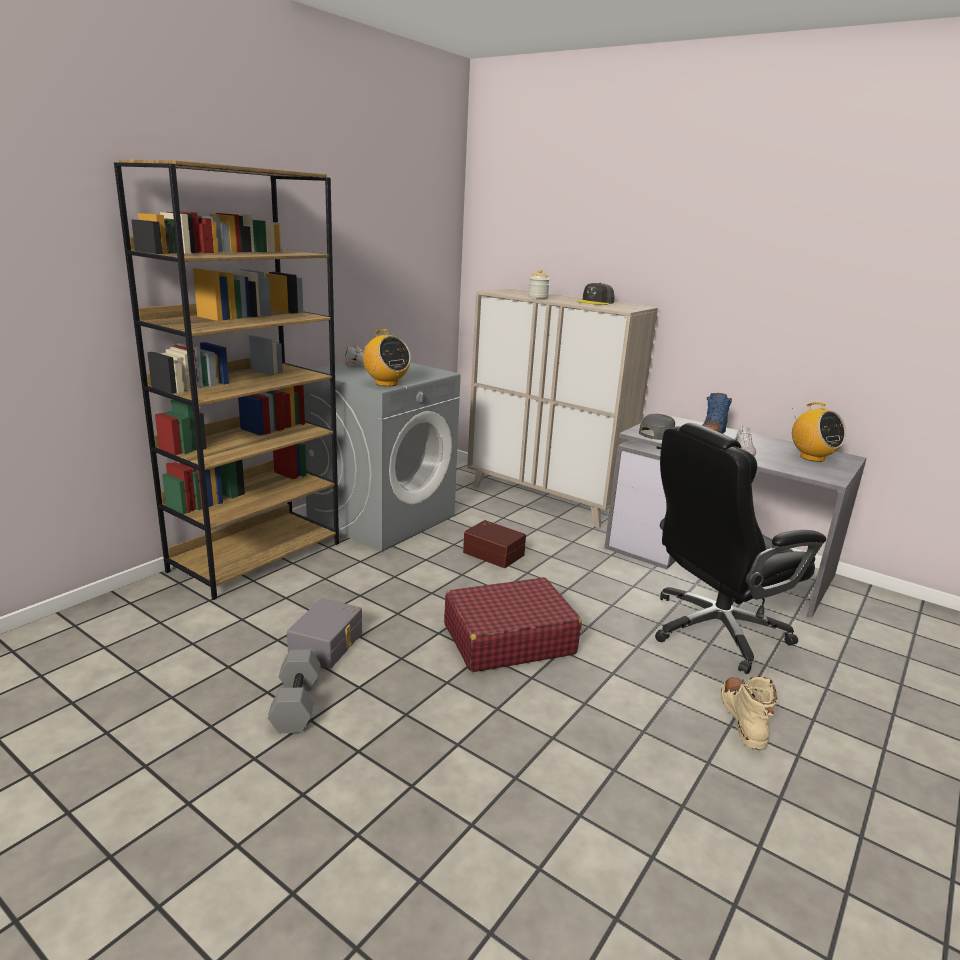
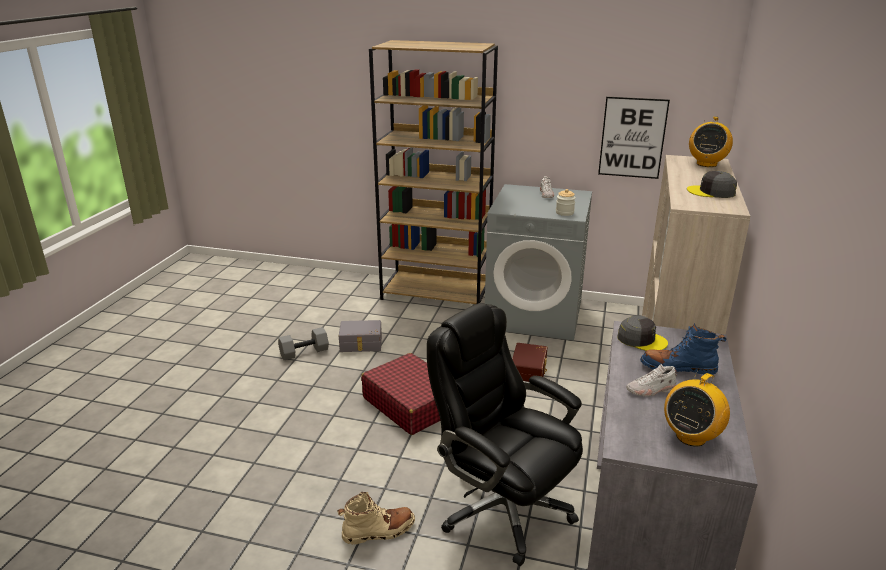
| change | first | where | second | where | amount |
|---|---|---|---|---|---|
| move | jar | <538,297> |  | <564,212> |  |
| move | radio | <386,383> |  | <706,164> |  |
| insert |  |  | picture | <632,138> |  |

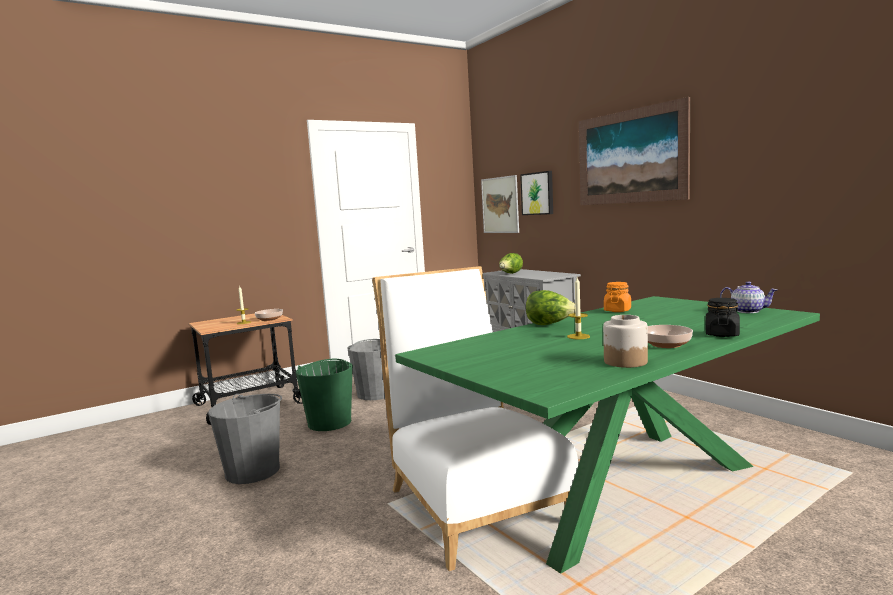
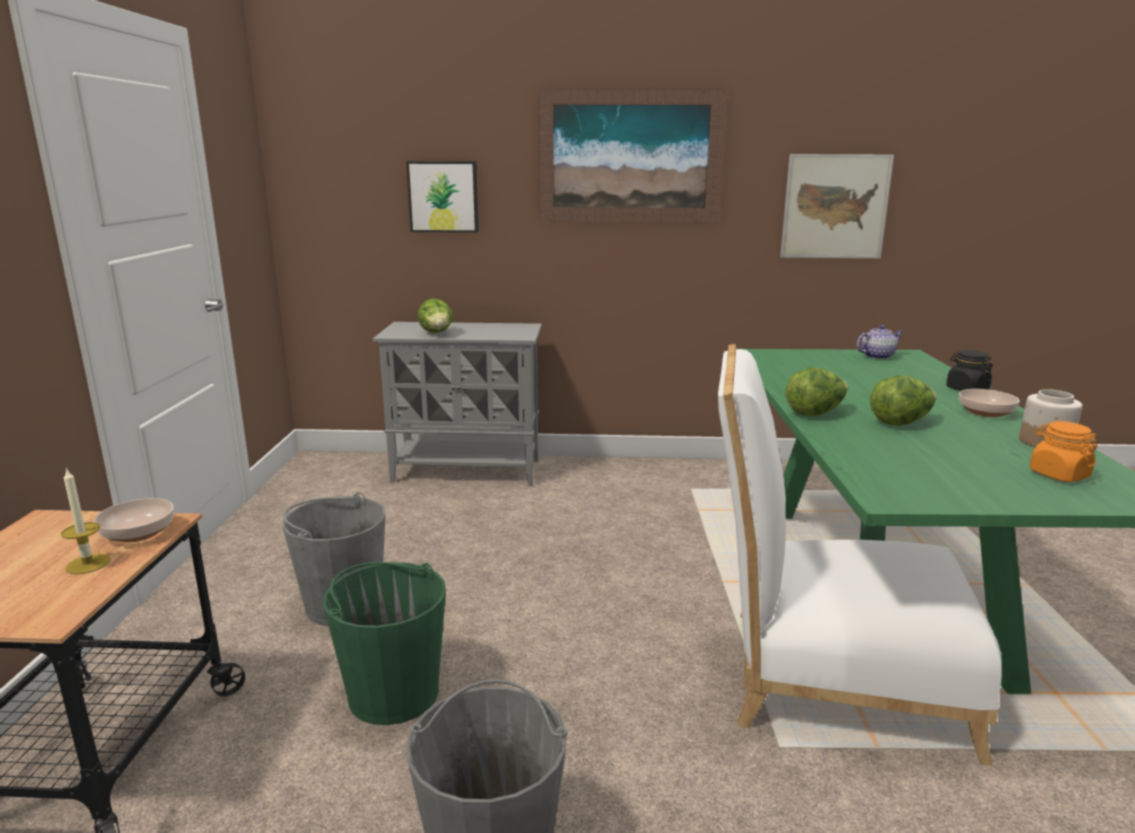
| change | first | where | second | where | amount |
|---|---|---|---|---|---|
| move | picture | <500,205> |  | <835,207> |  |
| replace | candle | <578,336> | lettuce | <900,422> |  |
| move | jar in orange | <617,310> |  | <1058,474> |  |

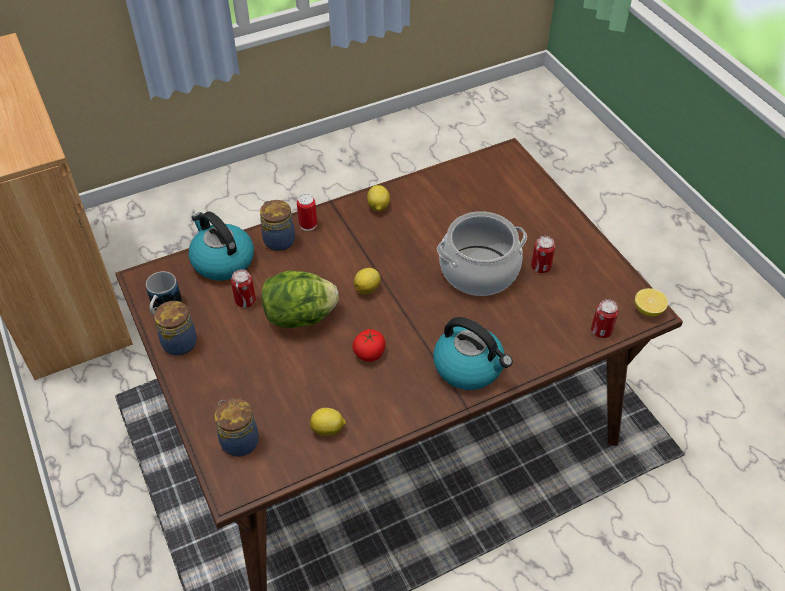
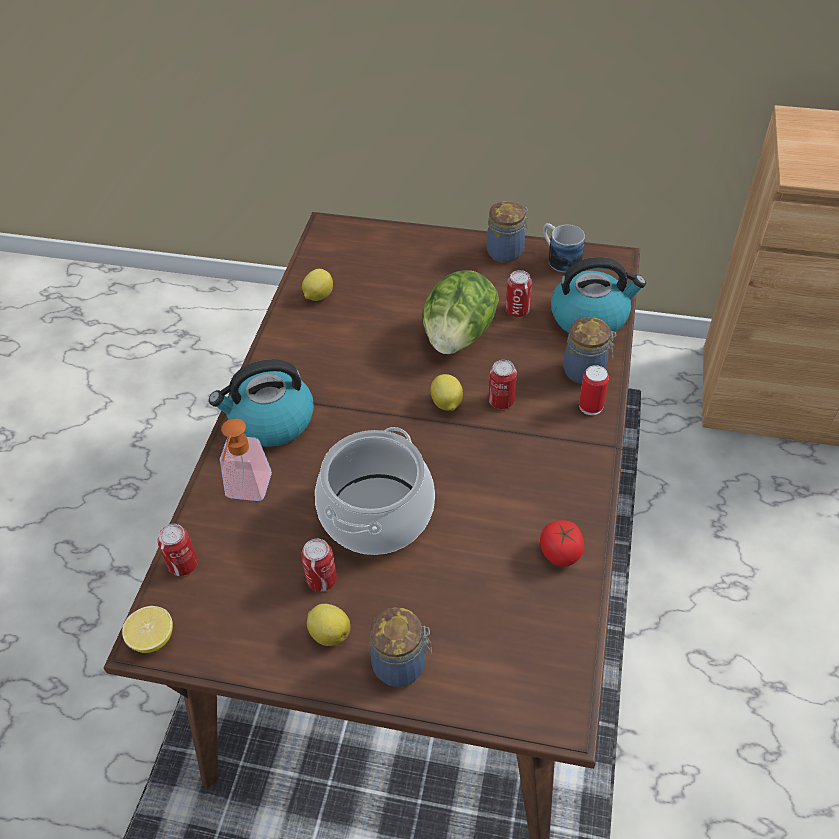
| change | first | where | second | where | amount |
|---|---|---|---|---|---|
| move | lemon | <378,207> |  | <329,633> |  |
| move | tomato | <369,353> |  | <560,553> |  |
| move | jar | <239,440> |  | <402,664> |  |
| insert |  |  | can | <501,401> |  |
| insert |  |  | soap dispenser | <246,492> |  |

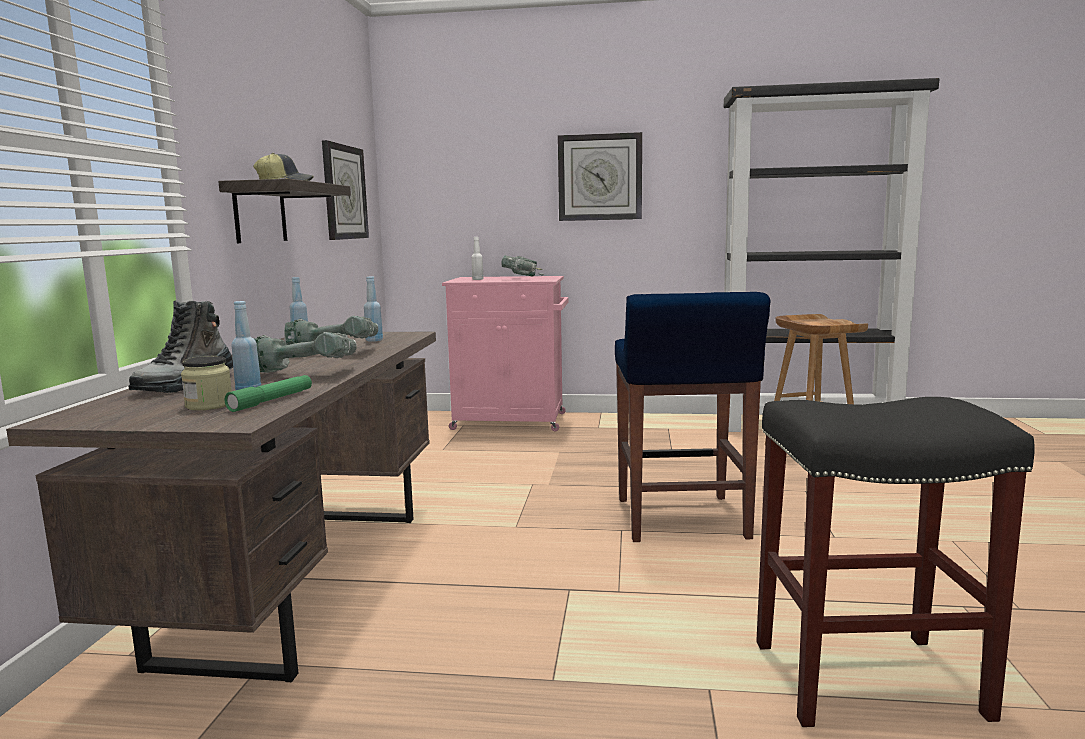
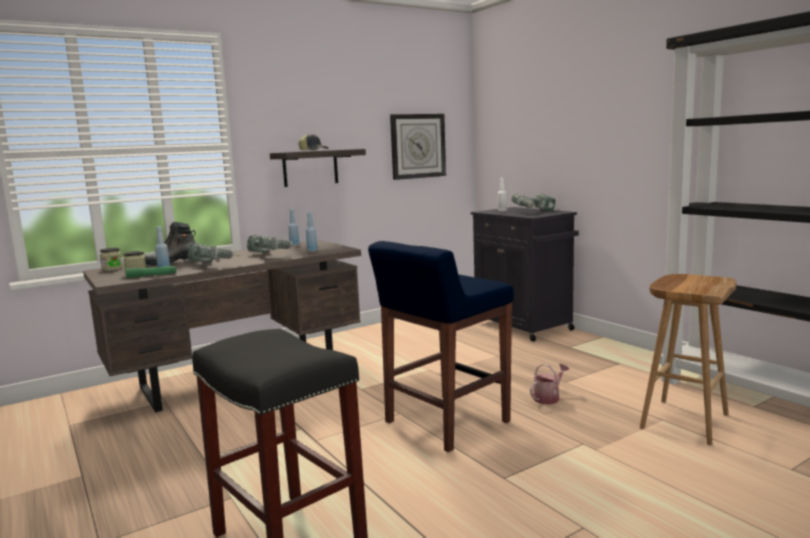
| change | first | where | second | where | amount |
|---|---|---|---|---|---|
| delete | wall clock | <600,177> |  |  |  |
| recolor | cabinet in pink | <512,421> | cabinet in black | <524,326> |  |
| insert |  |  | jar | <112,269> |  |
| insert |  |  | watering can | <548,398> |  |

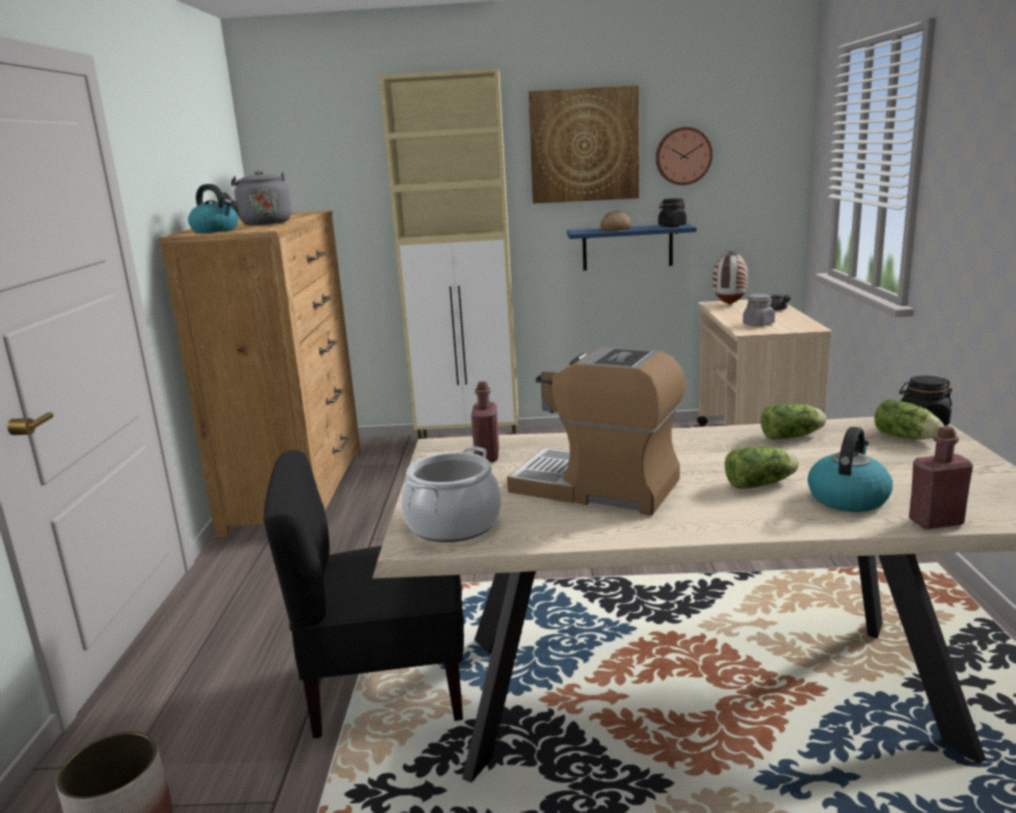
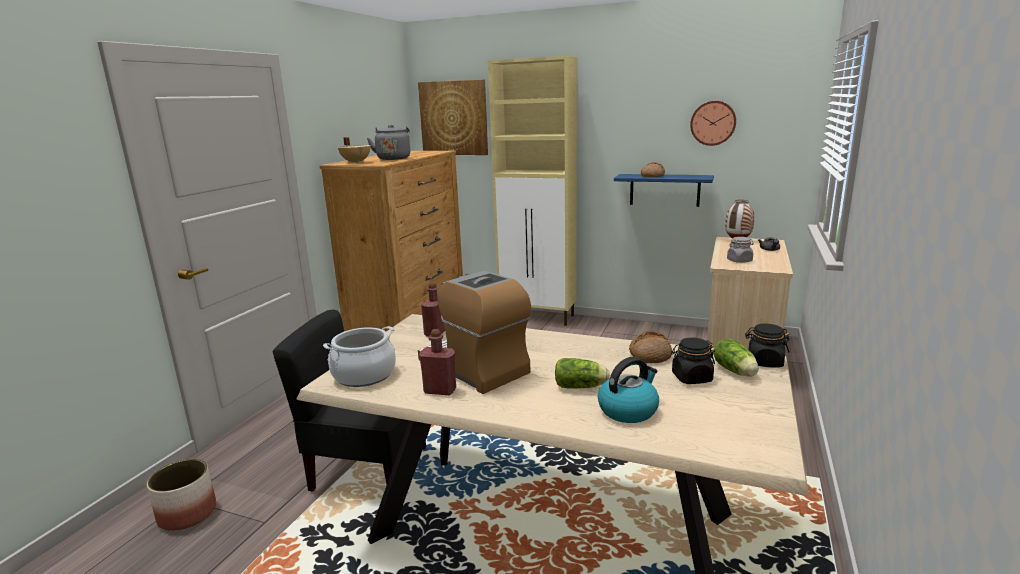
| change | first | where | second | where | amount |
|---|---|---|---|---|---|
| move | picture | <584,145> |  | <454,118> |  |
| replace | kettle | <216,230> | cooking pot in beige | <356,162> |  |
| move | jar in black | <672,226> |  | <691,378> |  |
| replace | lettuce | <793,436> | bread | <650,355> |  |
| move | bottle in red | <935,522> |  | <440,390> |  |

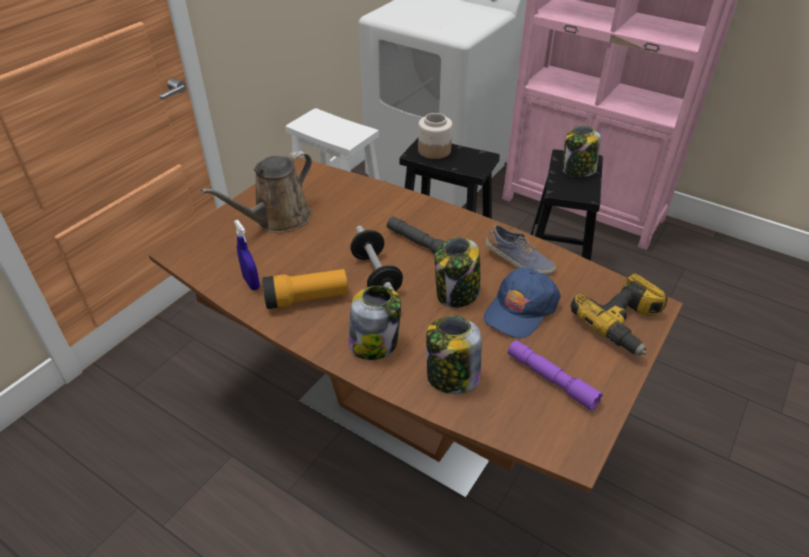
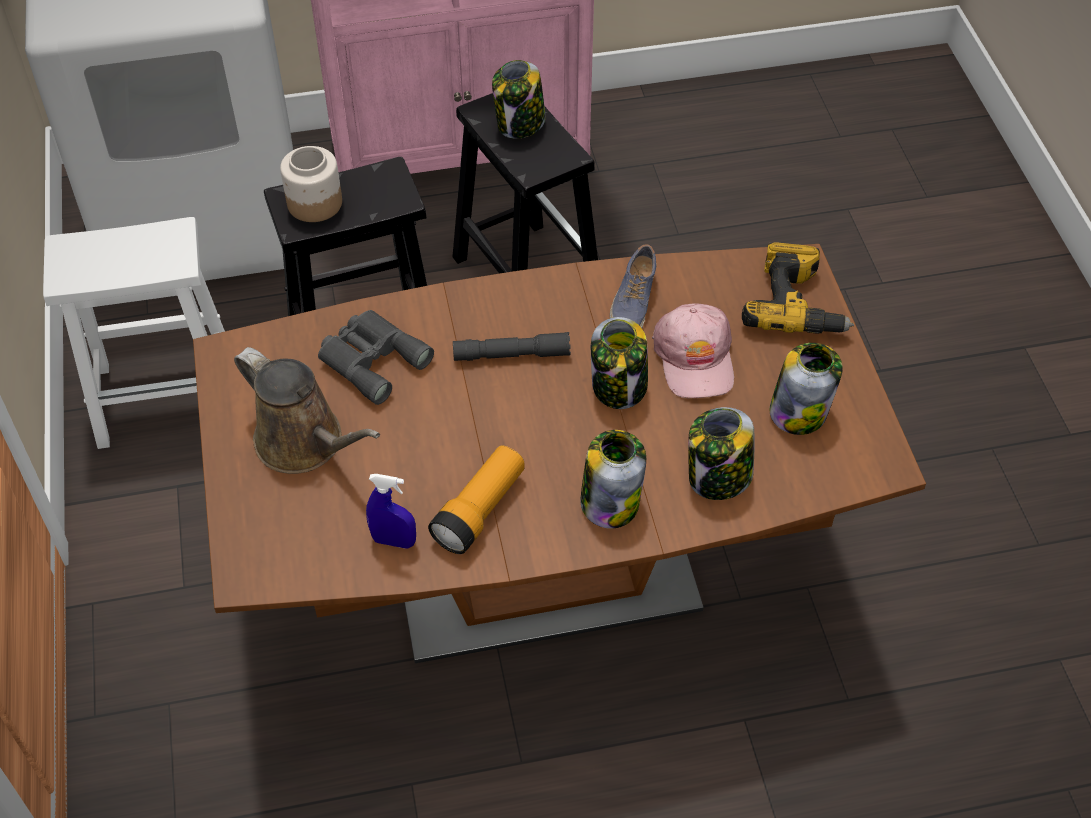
| change | first | where | second | where | amount |
|---|---|---|---|---|---|
| rotate | watering can in brown | <277,219> |  | <305,443> | 45 degrees counterclockwise |
| rotate | shoe | <518,262> |  | <632,304> | 120 degrees clockwise |
| delete | dumbbell | <376,275> |  |  |  |
| recolor | cap in blue | <520,309> | cap in pink | <695,358> |  |
| replace | flashlight in purple | <551,380> | jar | <799,411> |  |
| insert |  |  | binoculars in grey | <371,359> |  |

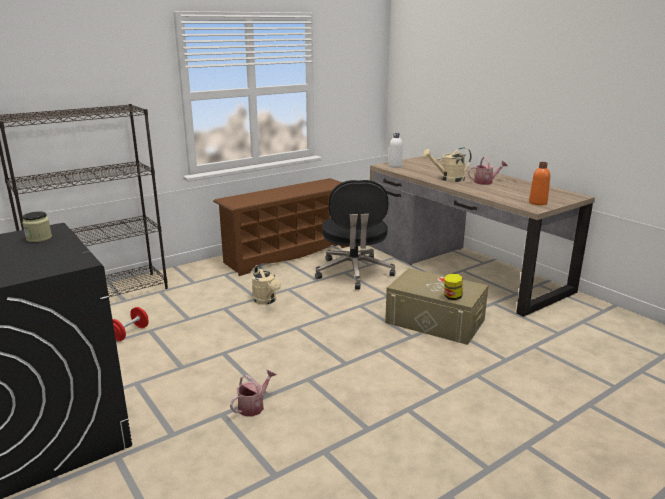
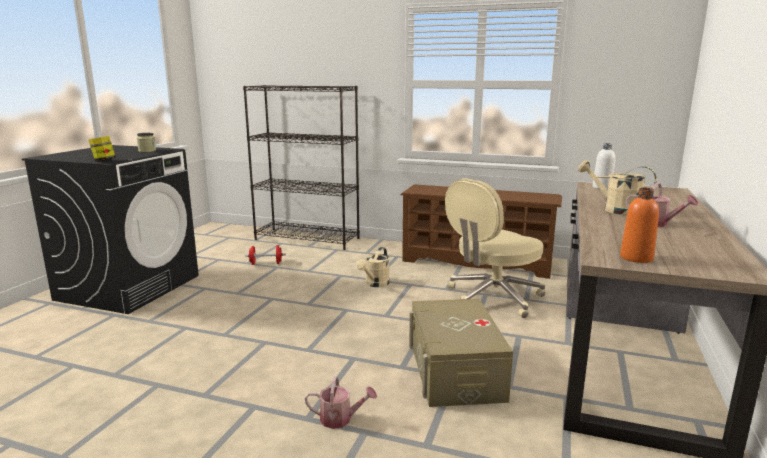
| change | first | where | second | where | amount |
|---|---|---|---|---|---|
| recolor | office chair in black | <354,273> | office chair in beige | <492,298> |  |
| move | jar | <452,297> |  | <104,161> |  |
| move | watering can | <254,406> |  | <340,419> |  |

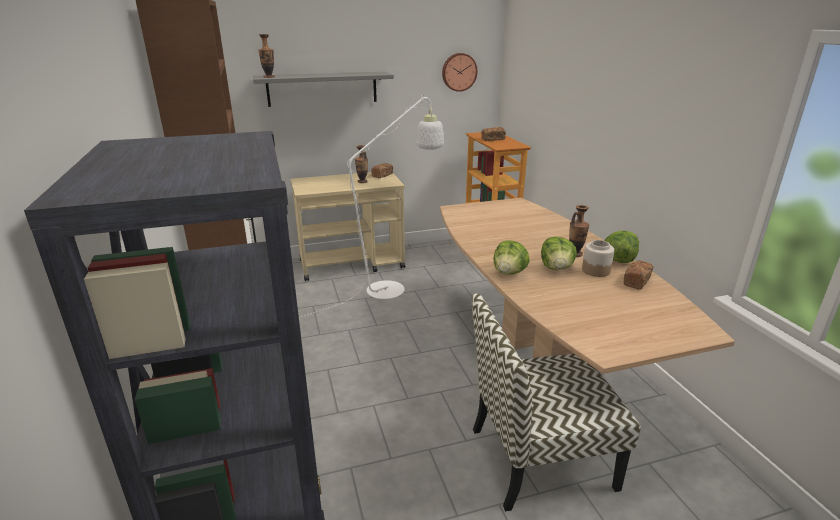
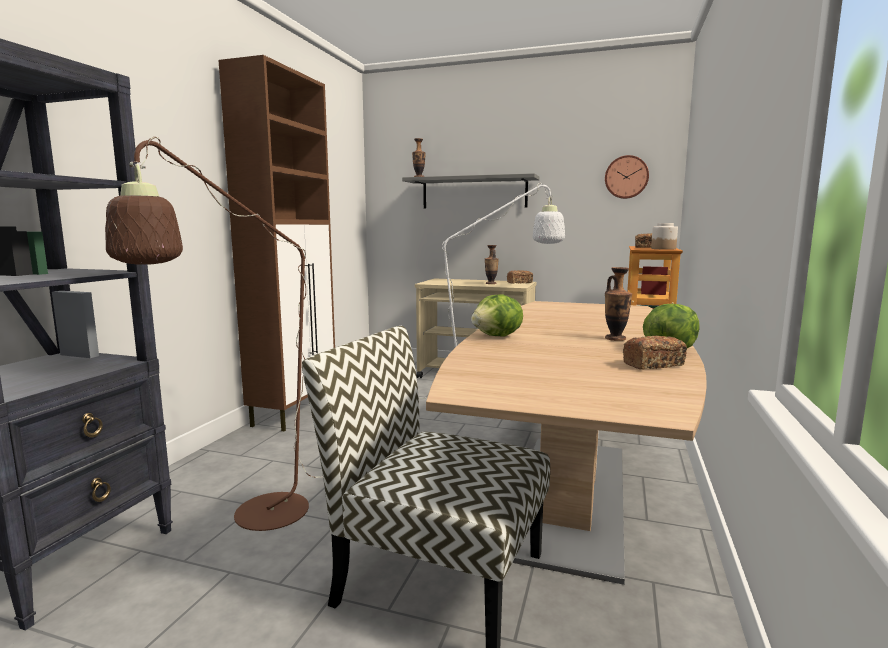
| change | first | where | second | where | amount |
|---|---|---|---|---|---|
| delete | lettuce | <556,268> |  |  |  |
| move | jar | <596,270> |  | <663,249> |  |
| insert |  |  | floor lamp in brown | <257,520> |  |

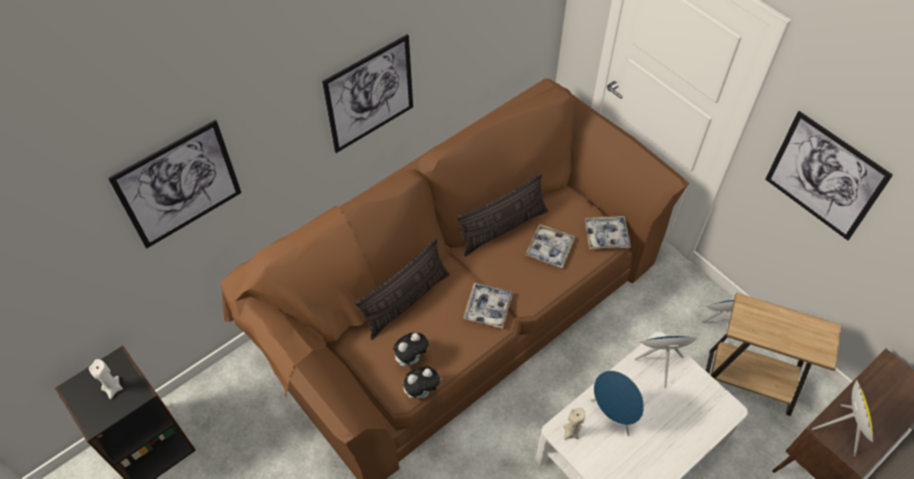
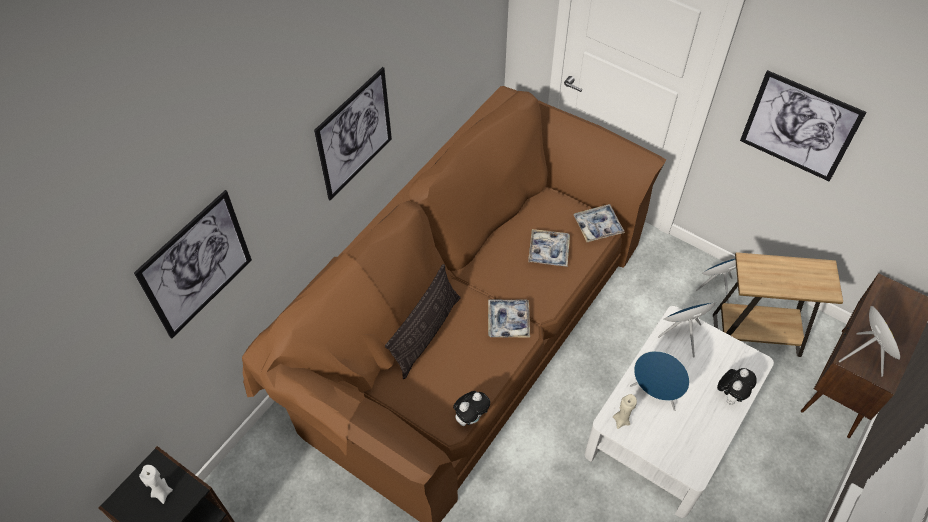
| change | first | where | second | where | amount |
|---|---|---|---|---|---|
| delete | pillow | <503,228> |  |  |  |
| move | plush toy | <411,358> |  | <730,395> |  |

